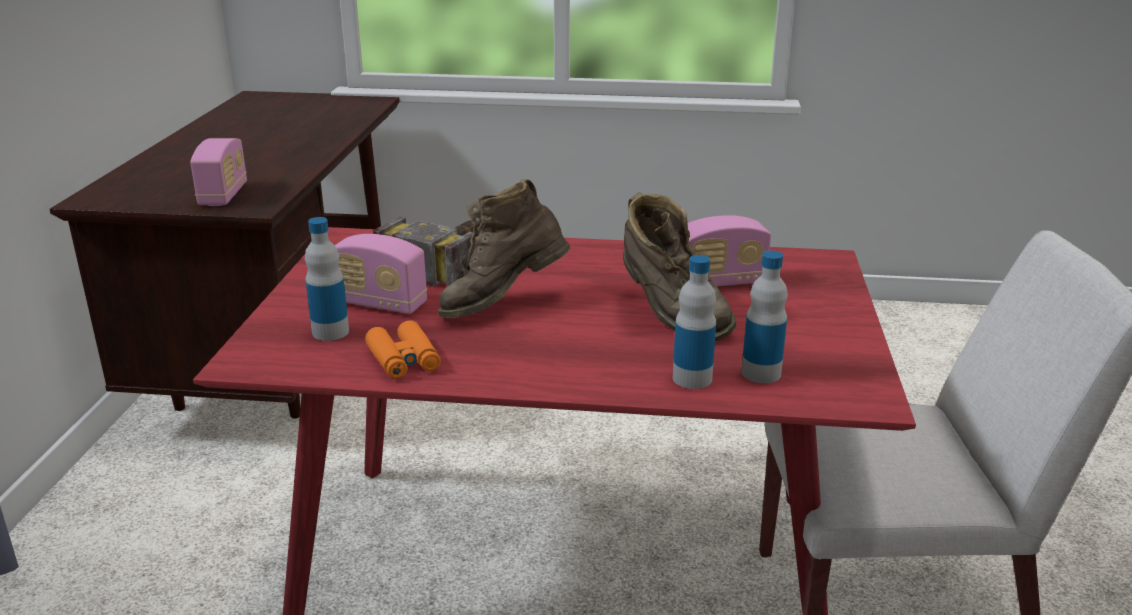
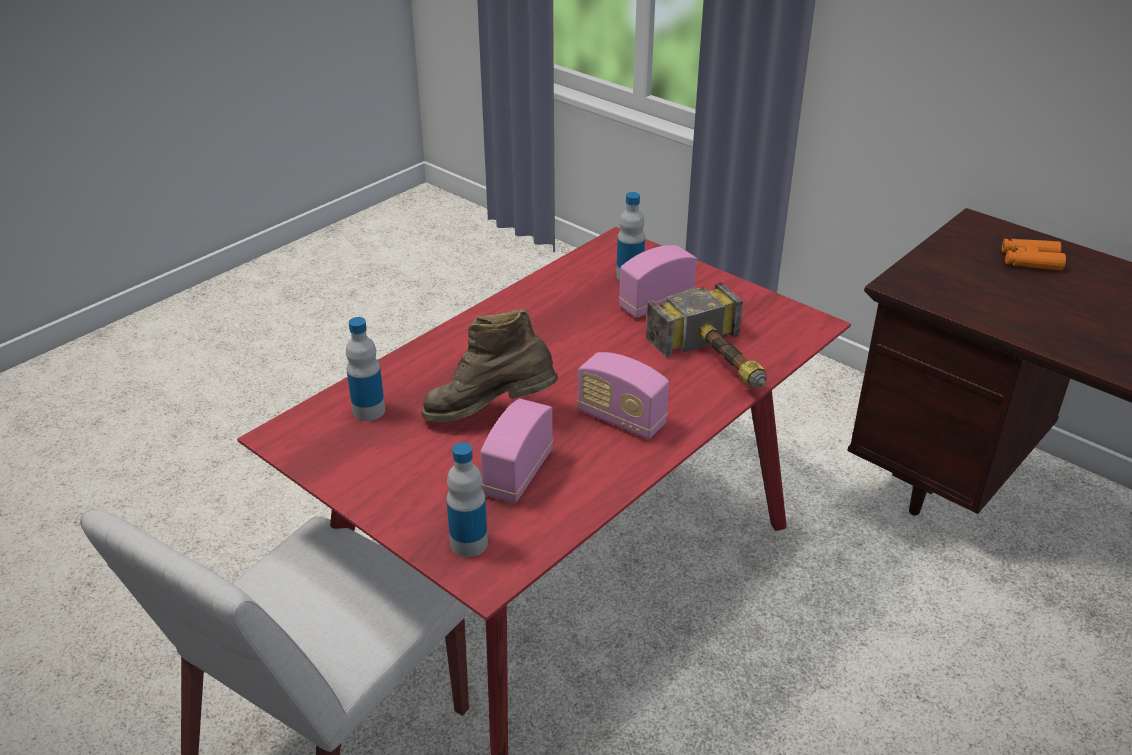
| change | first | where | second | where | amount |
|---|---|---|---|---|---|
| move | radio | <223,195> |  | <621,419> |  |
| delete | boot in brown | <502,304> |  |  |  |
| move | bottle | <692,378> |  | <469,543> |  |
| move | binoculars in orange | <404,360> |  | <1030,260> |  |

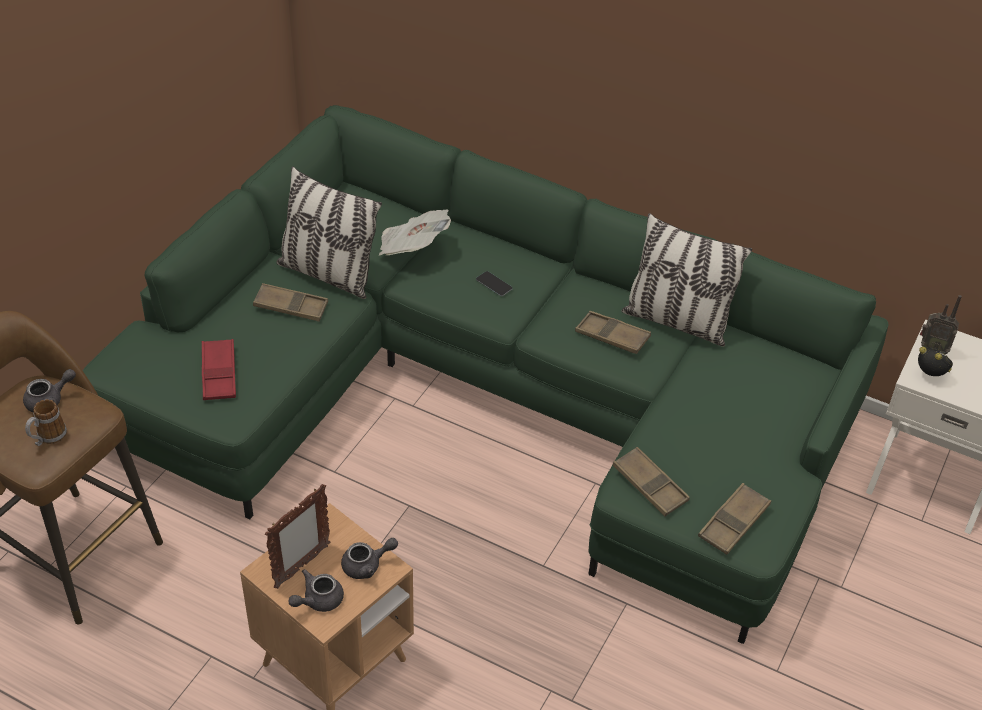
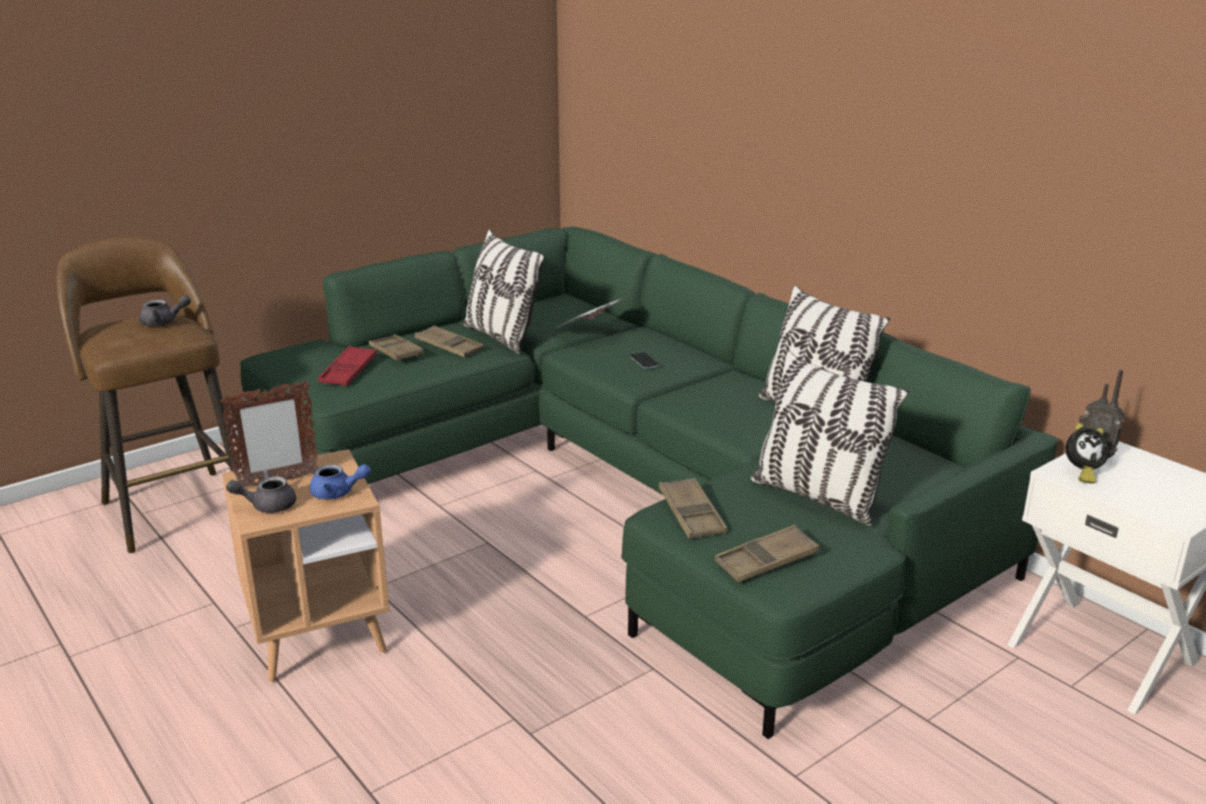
| change | first | where | second | where | amount |
|---|---|---|---|---|---|
| move | tray in brown | <612,336> |  | <396,352> |  |
| rotate | alarm clock | <931,376> |  | <1081,473> | 105 degrees clockwise |
| delete | mug | <48,438> |  |  |  |
| recolor | teapot in grey | <367,565> | teapot in blue | <338,493> |  |
| insert |  |  | pillow | <817,497> |  |

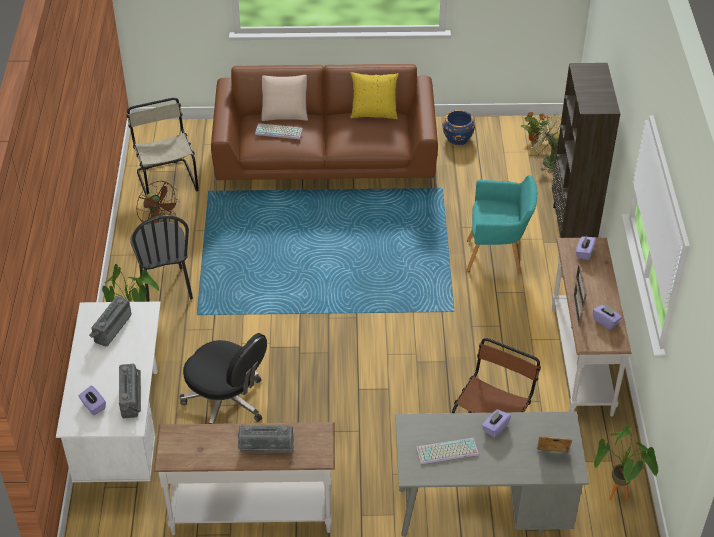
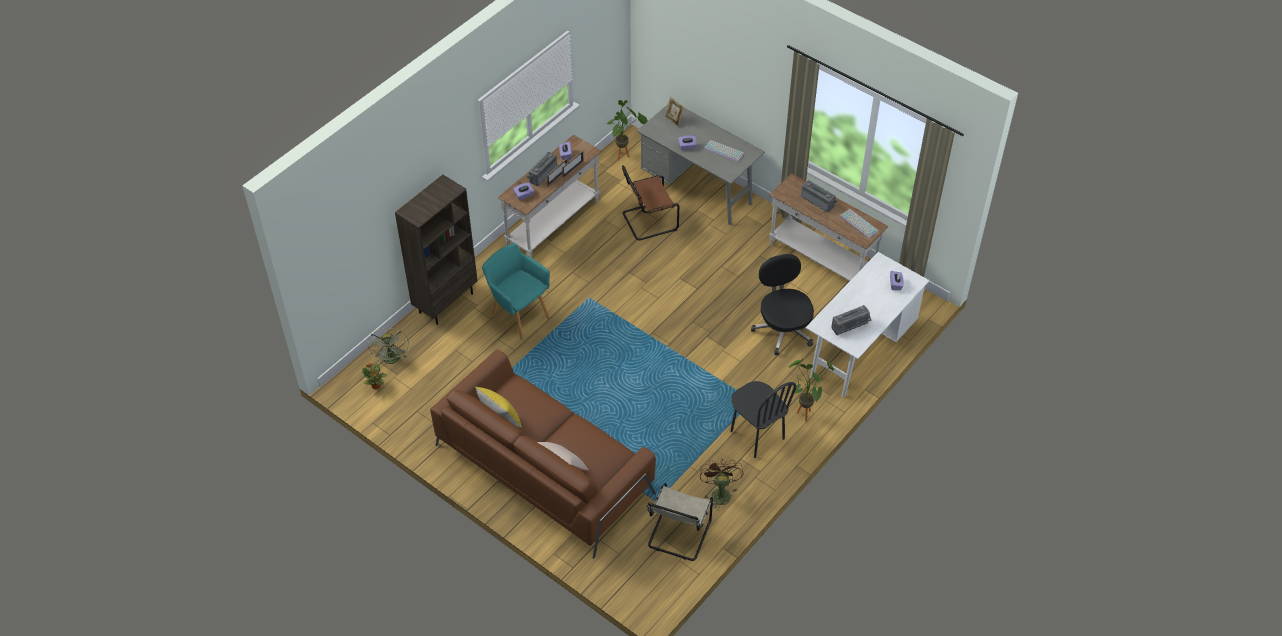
| change | first | where | second | where | amount |
|---|---|---|---|---|---|
| delete | planter in blue | <458,138> |  |  |  |
| move | keyboard | <279,131> |  | <858,224> |  |
| rotate | chair in black | <165,287> |  | <757,435> | 120 degrees clockwise |
| move | radio | <133,398> |  | <541,174> |  |

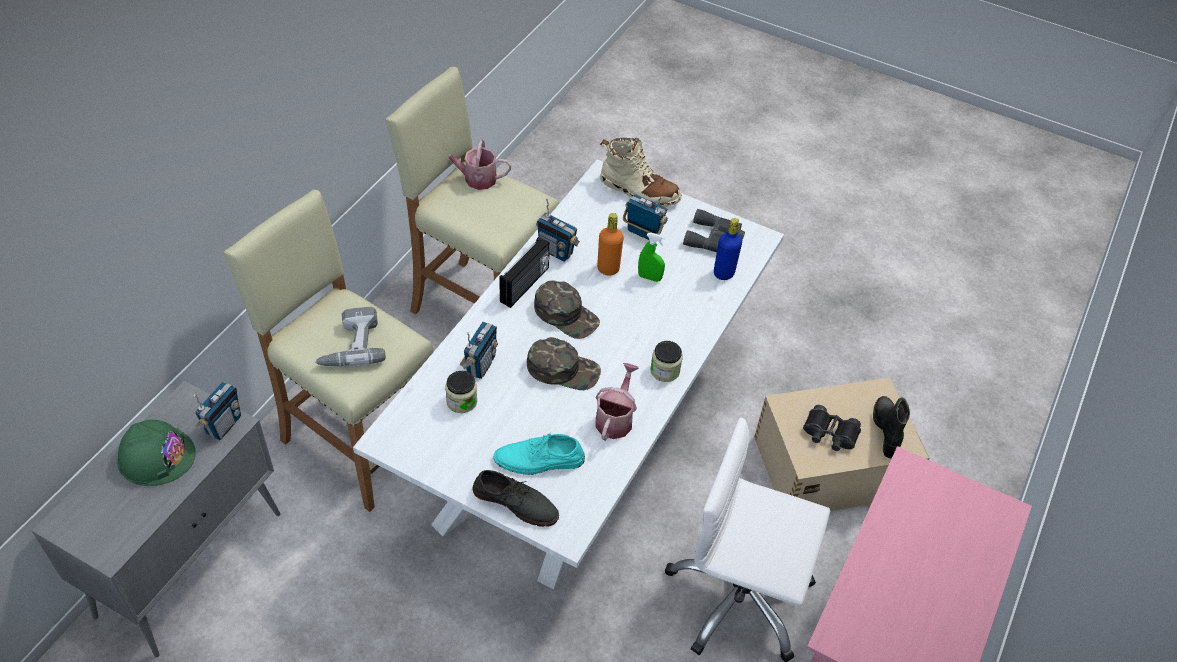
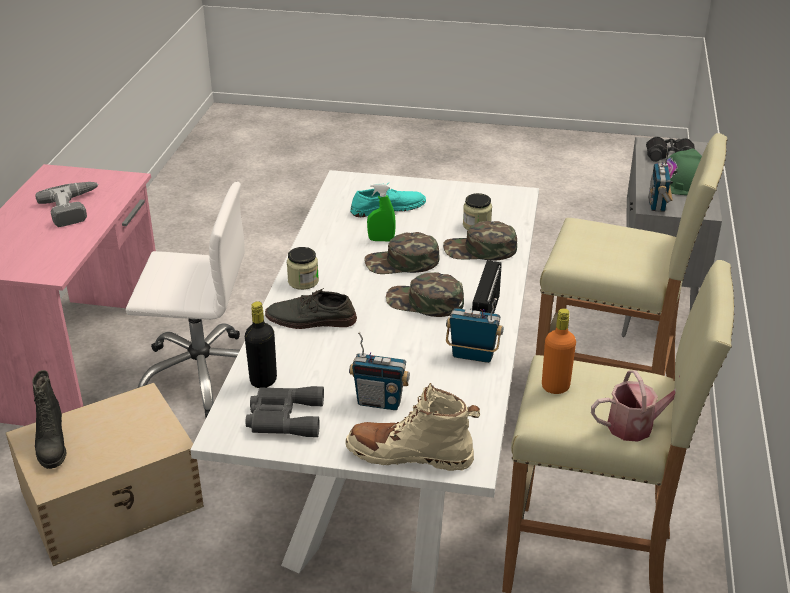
| change | first | where | second | where | amount |
|---|---|---|---|---|---|
| move | bottle in orange | <608,269> |  | <555,387> |  |
| recolor | bottle in blue | <723,273> | bottle in black | <263,381> |  |
| move | spray bottle in green | <649,277> |  | <381,240> |  |
| move | power drill | <350,344> |  | <75,208> |  |
| replace | radio | <480,365> | cap in green | <480,250> |  |
| delete | watering can | <615,418> |  |  |  |
| move | binoculars in black | <830,434> |  | <669,155> |  |
| move | shoe in grey | <516,502> |  | <310,320> |  |

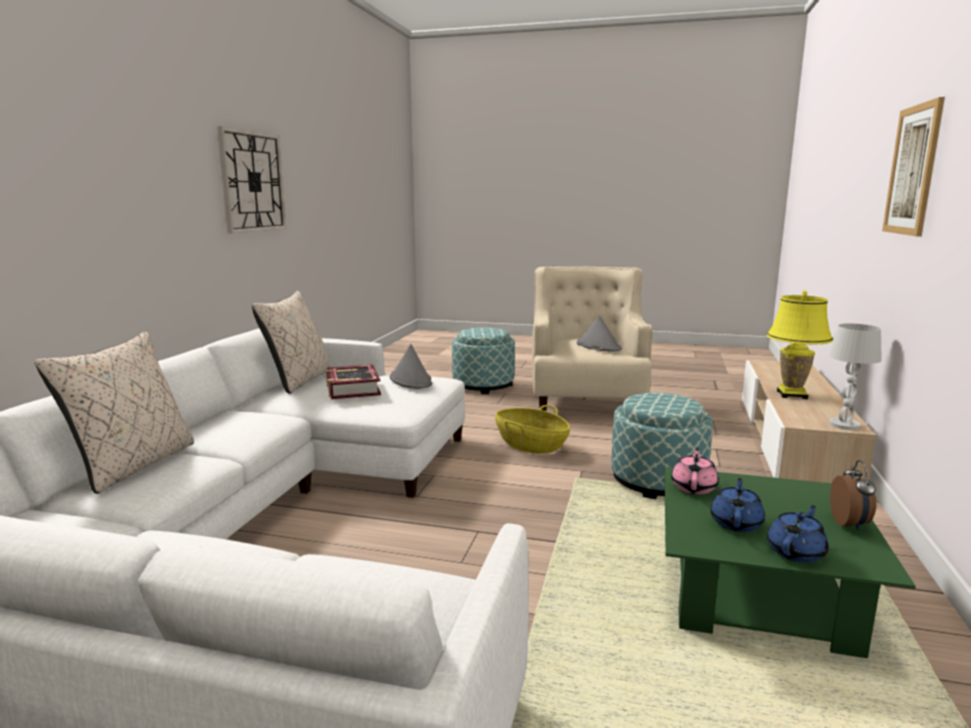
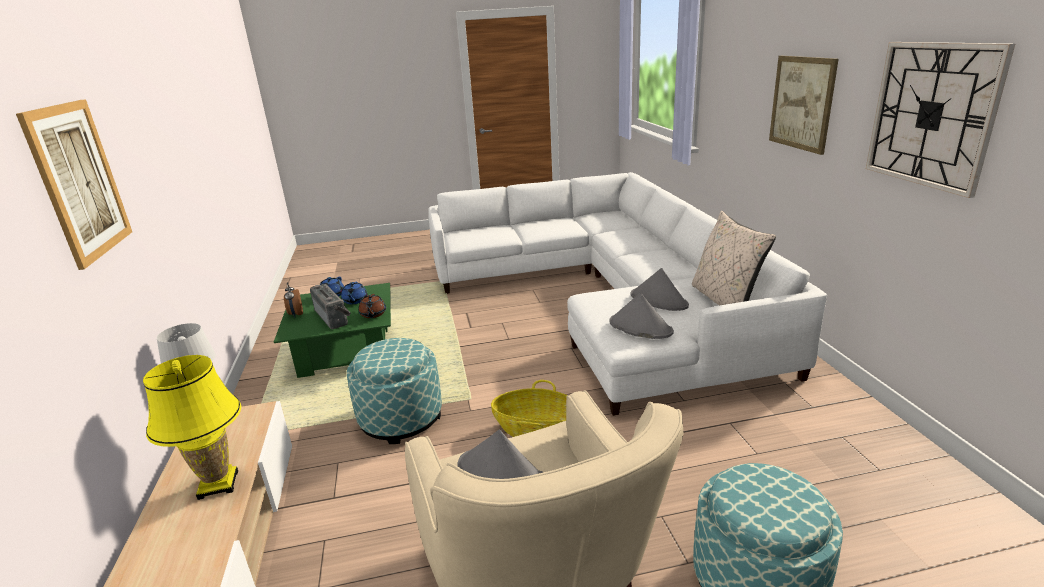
| change | first | where | second | where | amount |
|---|---|---|---|---|---|
| delete | pillow in beige | <134,465> |  |  |  |
| replace | book | <352,389> | hat in grey | <659,300> |  |
| recolor | teapot in pink | <694,487> | teapot in brown | <373,314> |  |
| insert |  |  | picture | <801,103> |  |
| insert |  |  | radio | <334,317> |  |

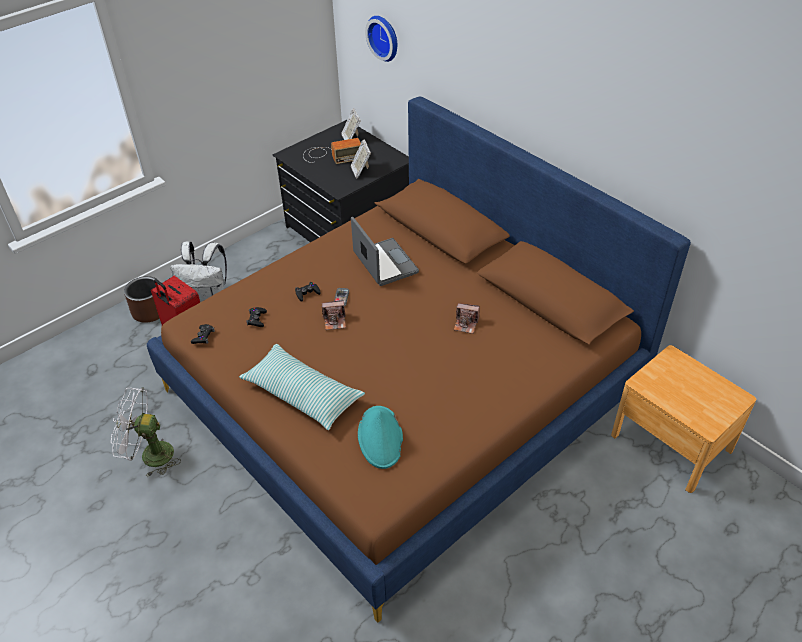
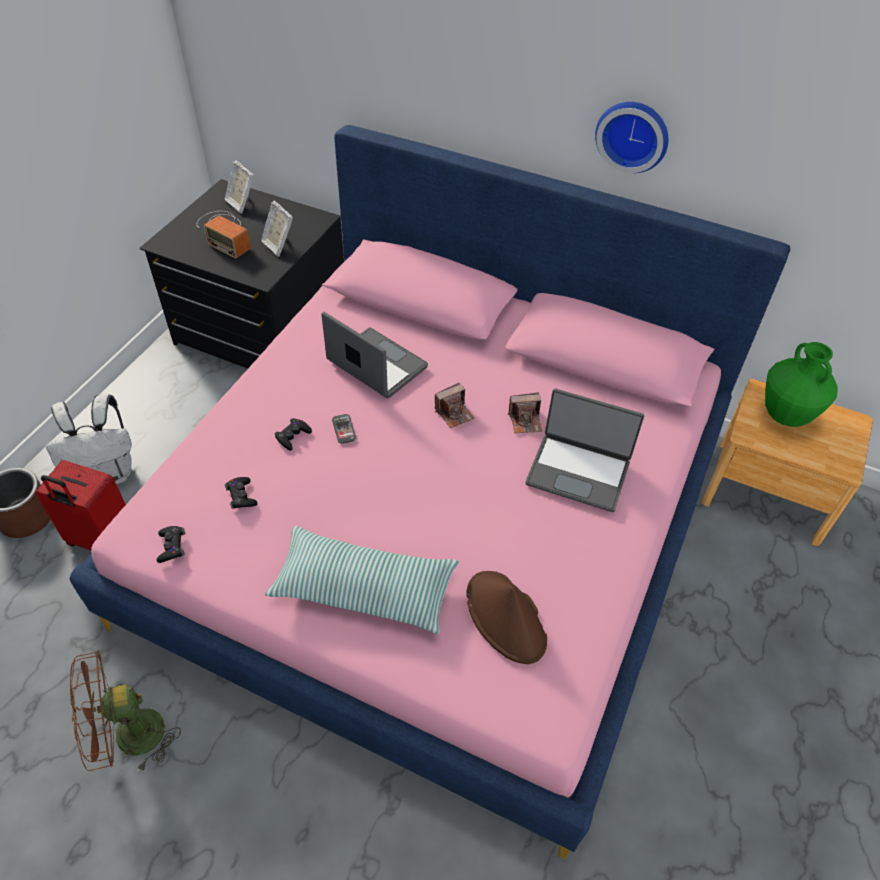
| change | first | where | second | where | amount |
|---|---|---|---|---|---|
| move | wall clock | <384,37> |  | <633,135> |  |
| recolor | bed in brown | <403,391> | bed in pink | <437,525> |  |
| rotate | radio | <330,155> |  | <224,232> | 75 degrees clockwise |
| move | photo camera | <335,321> |  | <454,413> |  |
| recolor | fan in white | <150,455> | fan in brown | <128,738> |  |
| recolor | hat in turquoise | <380,438> | hat in brown | <506,618> |  |
| insert |  |  | vase in green | <786,416> |  |
| insert |  |  | laptop | <578,472> |  |

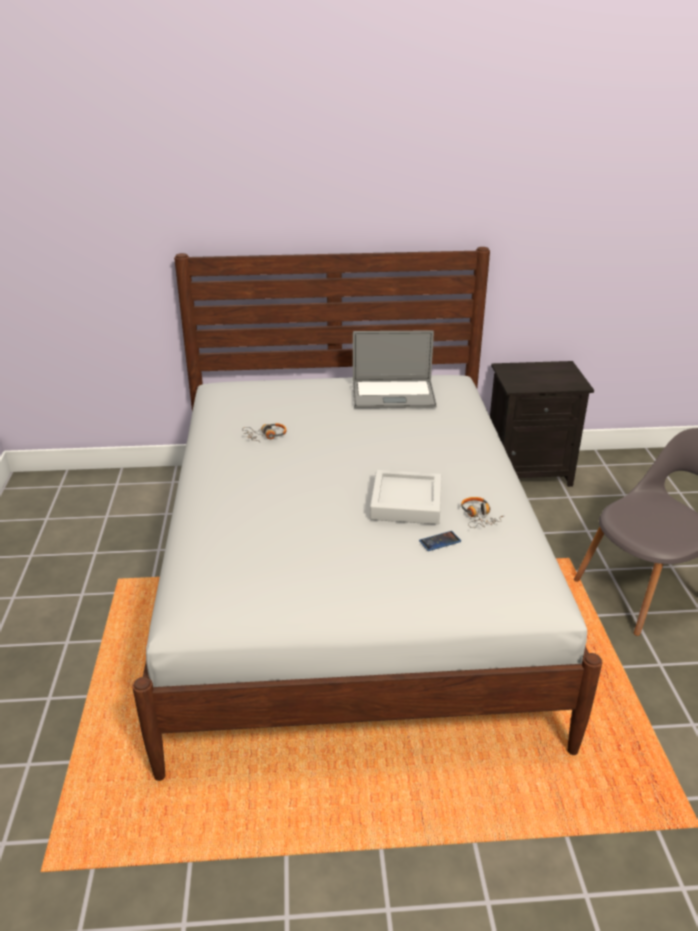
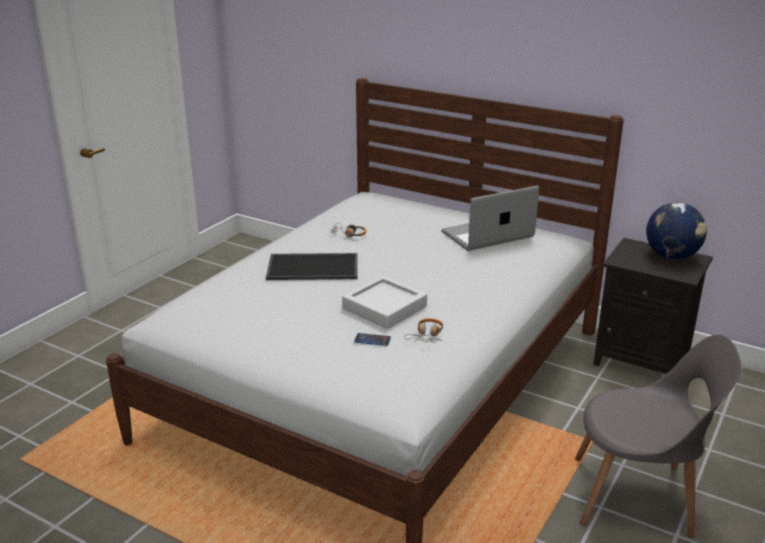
| change | first | where | second | where | amount |
|---|---|---|---|---|---|
| rotate | laptop | <393,395> |  | <487,234> | 120 degrees clockwise |
| insert |  |  | globe | <672,256> |  |
| insert |  |  | tray | <314,266> |  |

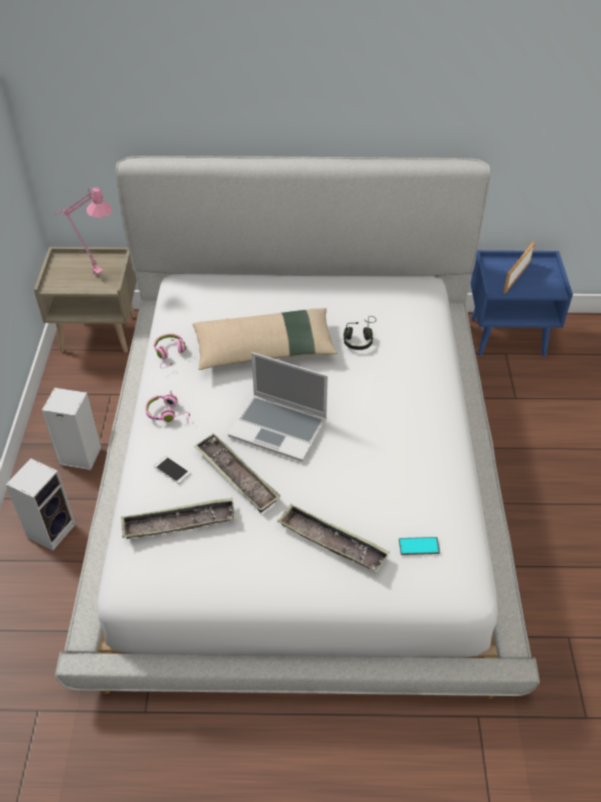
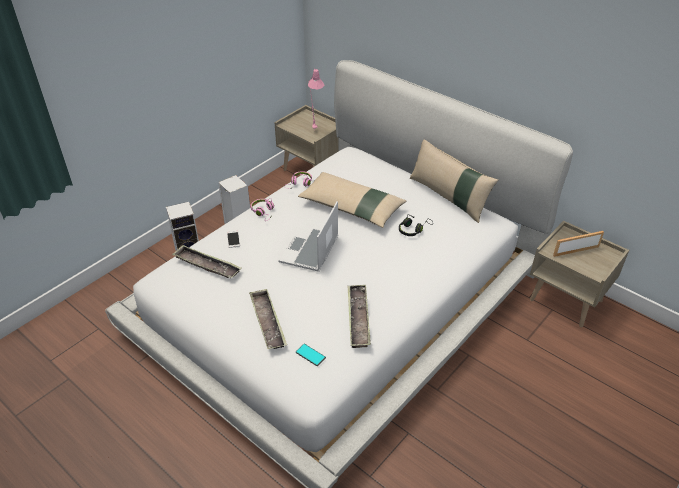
| change | first | where | second | where | amount |
|---|---|---|---|---|---|
| recolor | nightstand in blue | <508,336> | nightstand in beige | <566,300> |  |
| rotate | laptop | <280,428> |  | <310,250> | 45 degrees clockwise |
| move | tray | <236,476> |  | <358,318> |  |
| insert |  |  | pillow in beige | <448,197> |  |

